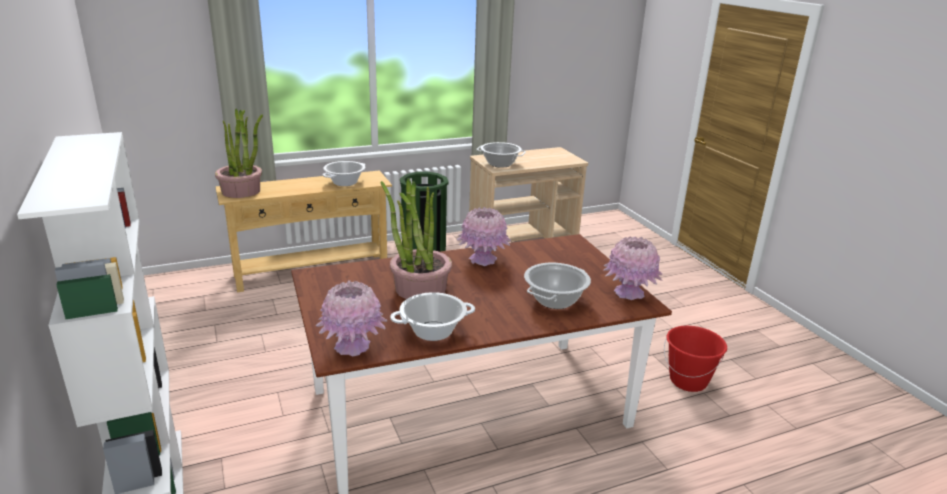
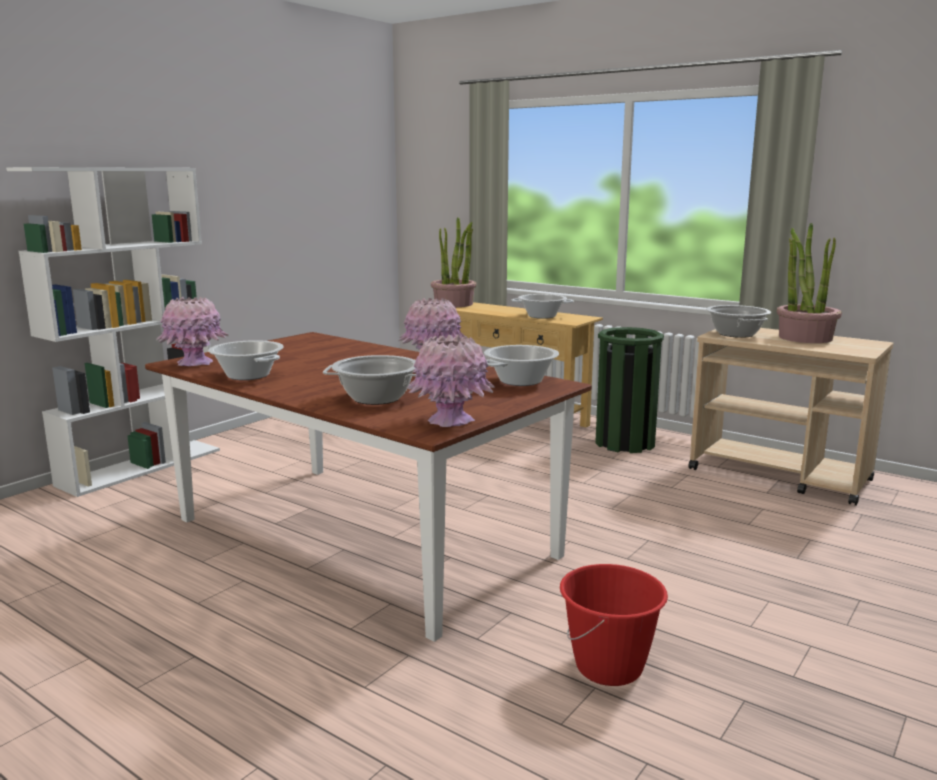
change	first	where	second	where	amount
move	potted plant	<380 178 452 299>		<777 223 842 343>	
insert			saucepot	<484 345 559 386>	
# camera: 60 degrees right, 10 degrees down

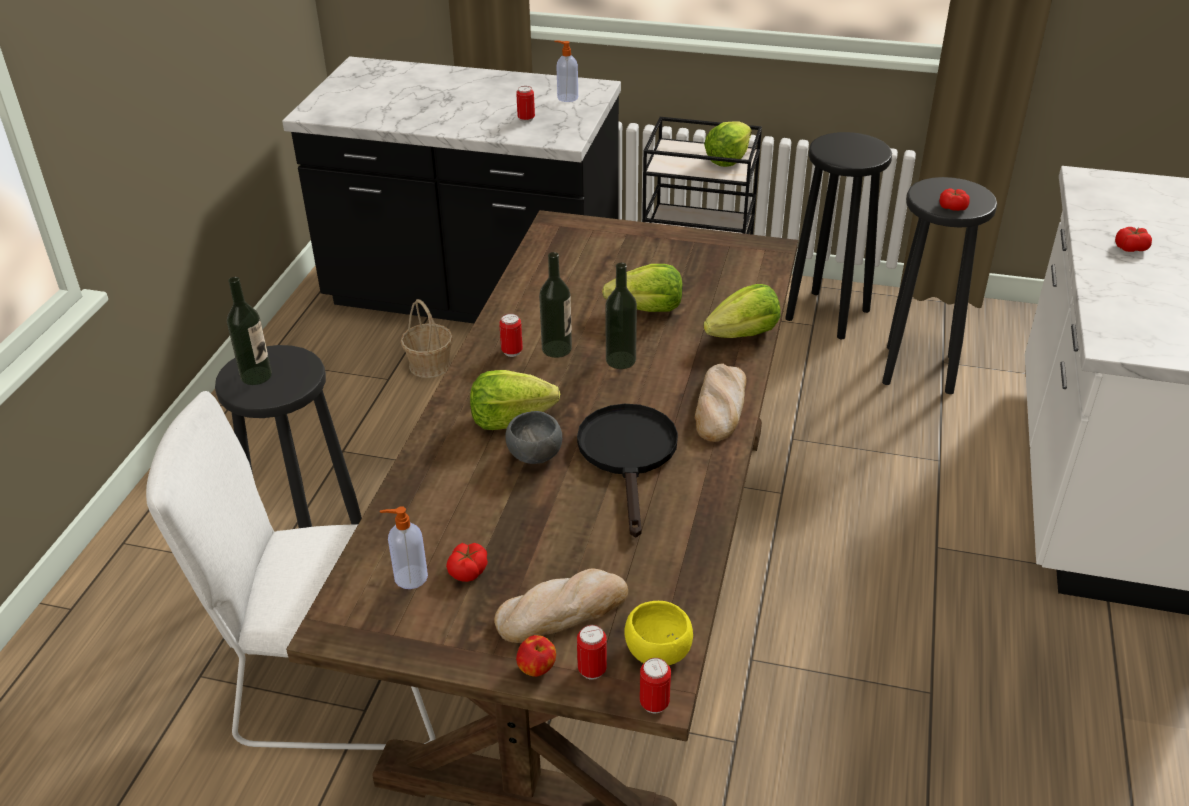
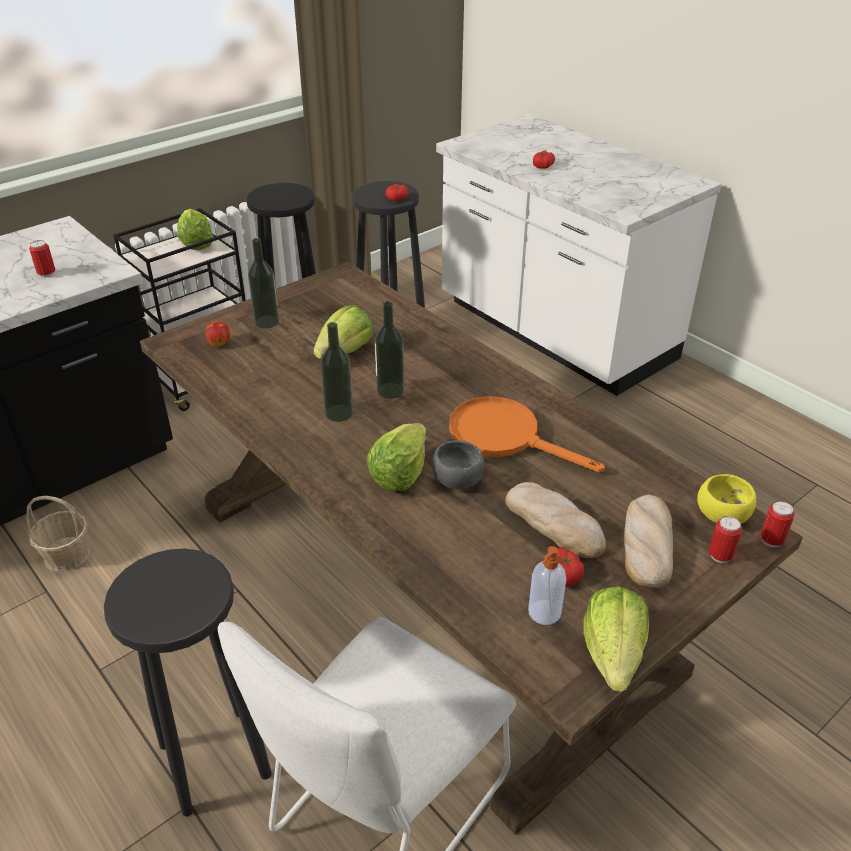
change	first	where	second	where	amount
delete	soap dispenser	<554 41 578 102>			
move	drink bottle	<227 277 272 385>		<248 238 279 328>	
move	lettuce head	<704 284 781 338>		<583 586 649 692>	
delete	can	<500 313 523 357>			
move	bread	<695 363 746 442>		<505 482 606 558>	
recolor	blackish skillet	<577 404 678 537>	orange skillet	<449 396 605 472>	
move	apple fruit	<516 635 556 677>		<205 322 230 347>	
# camera: 55 degrees left, 0 degrees up

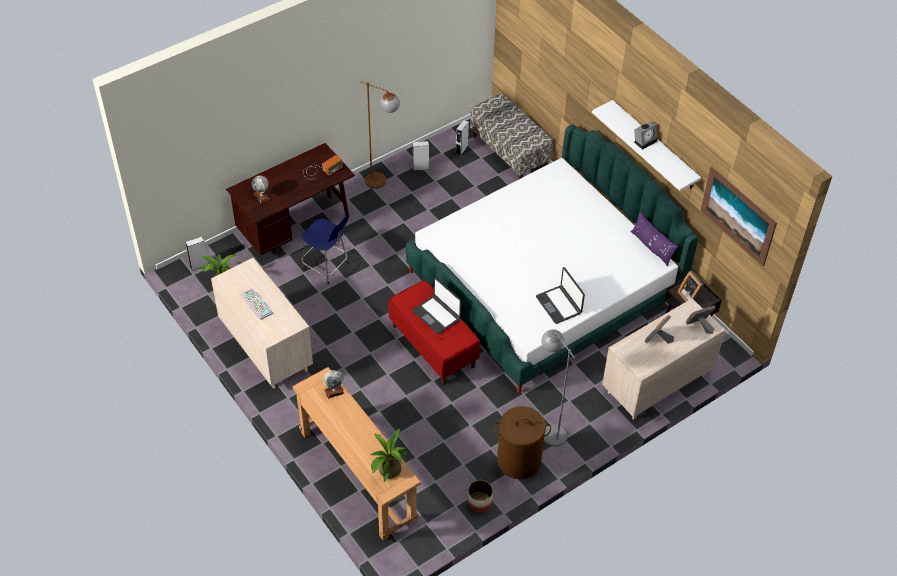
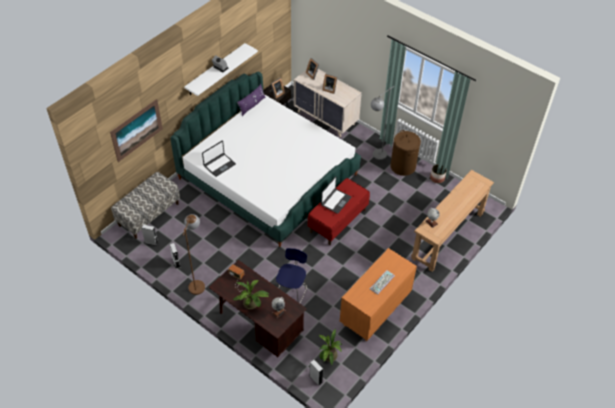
change	first	where	second	where	amount
move	wall picture	<701 167 777 266>		<110 99 163 162>	
recolor	beige chest of drawers	<211 258 313 389>	orange chest of drawers	<340 248 417 341>	
move	notebook computer	<536 267 585 324>		<202 141 236 177>	
move	potted plant	<370 428 408 482>		<233 280 269 309>	
# camera: 105 degrees left, 0 degrees up

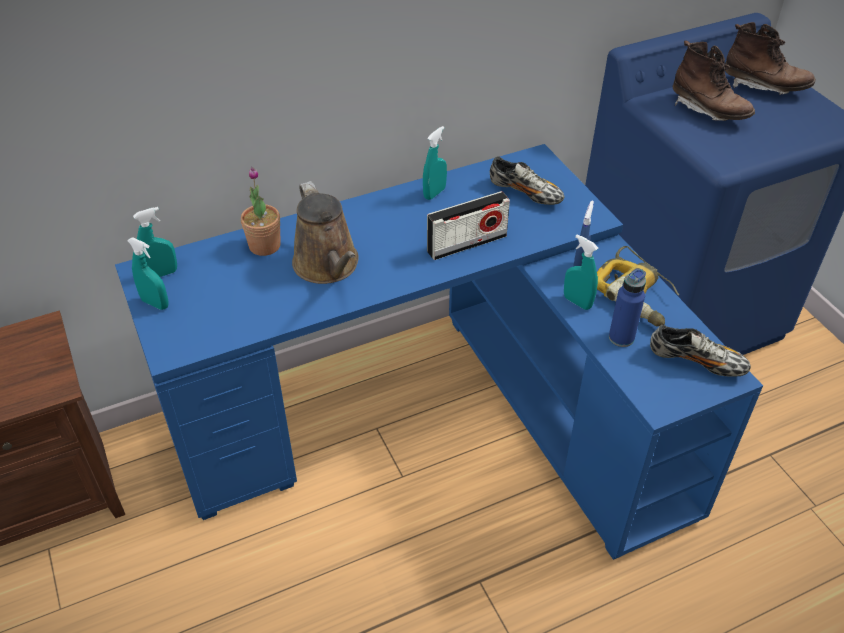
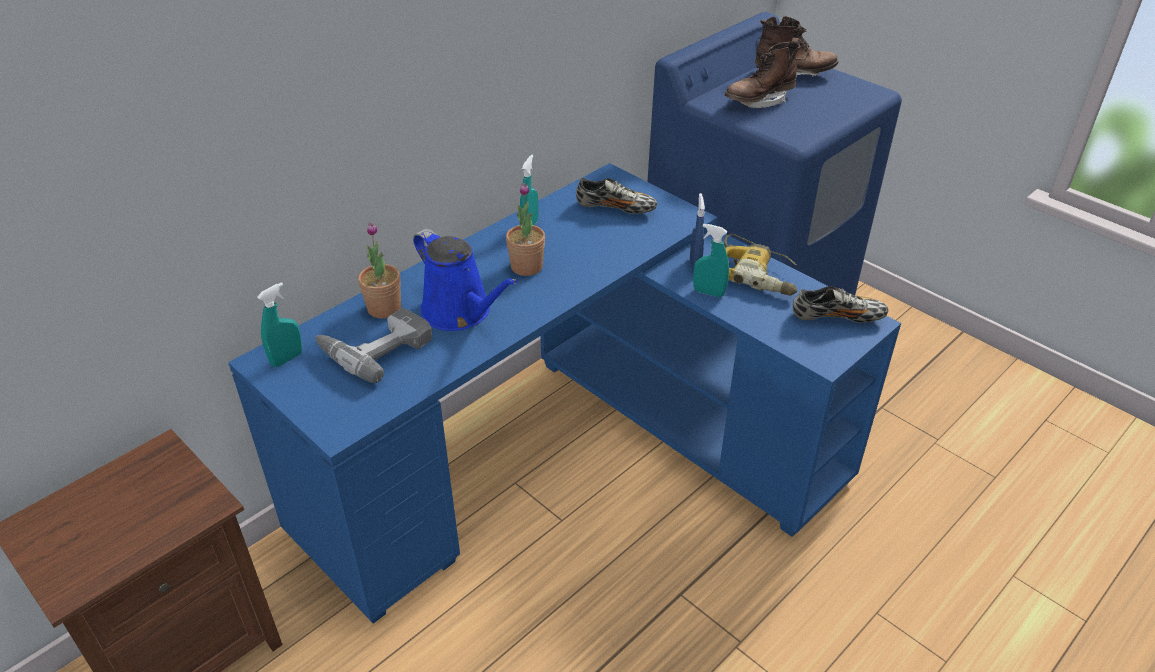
change	first	where	second	where	amount
rotate	brownish high-top boot	<673 40 755 121>		<725 38 800 108>	120 degrees clockwise
recolor	brownish sprinkling can	<292 181 359 284>	blue-coloured sprinkling can	<413 229 518 331>	
delete	radio	<427 191 510 260>			
delete	turquoise-coloured sprayer	<127 237 169 310>			
delete	blue-coloured drink bottle	<609 269 646 347>			
insert			potted plant	<506 183 545 276>	
insert			power drill	<315 308 432 383>	
# camera: 20 degrees left, 5 degrees down

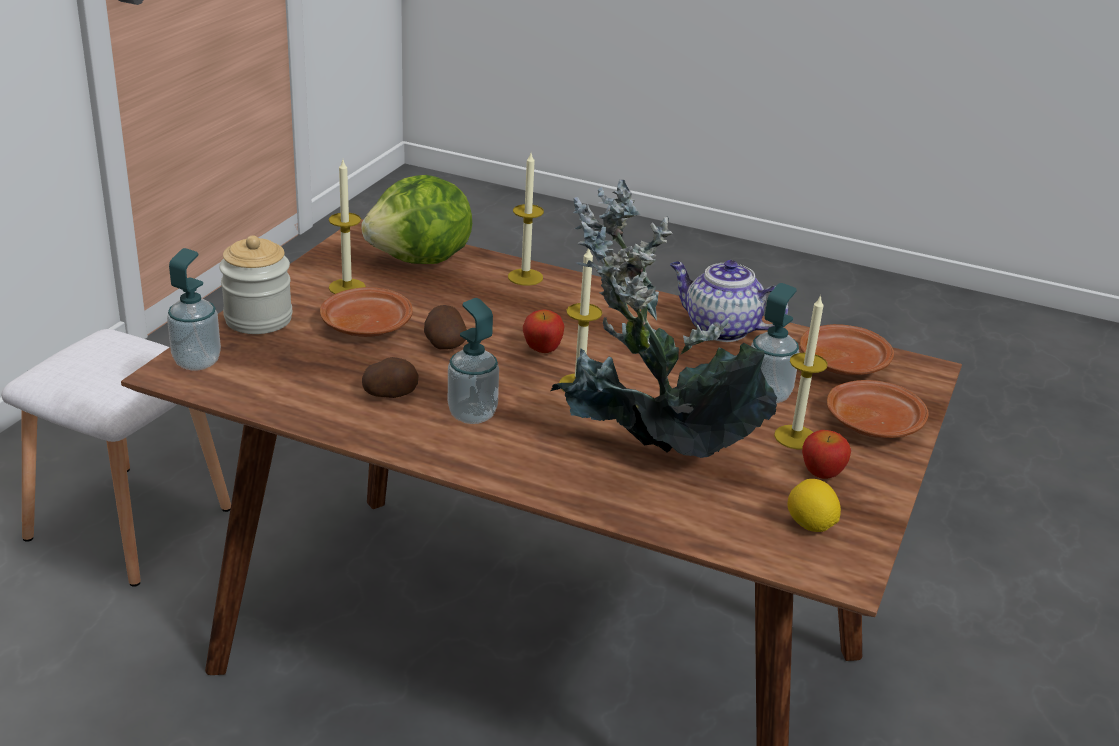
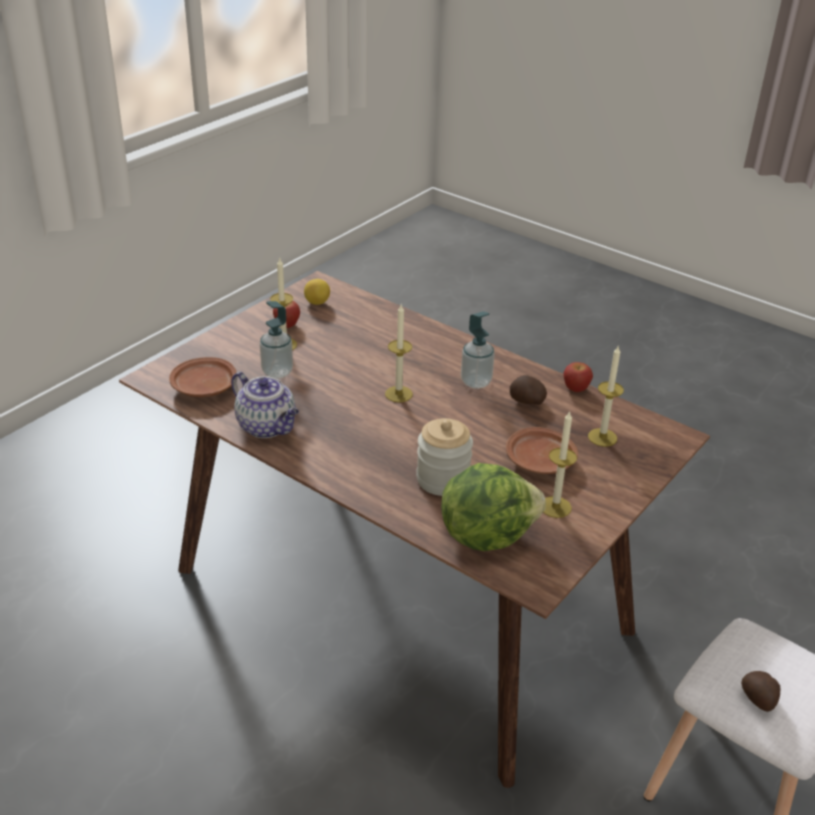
change	first	where	second	where	amount
move	wax candle	<508 153 544 286>		<588 346 624 447>	
delete	potted plant	<550 180 777 458>			
move	storage jar	<219 235 292 334>		<416 418 473 496>	
delete	soap dispenser	<167 248 221 370>			
move	potato	<424 305 467 350>		<741 671 780 712>	
move	apple fruit	<523 309 564 353>		<563 362 593 392>	
delete	brownish flat dish	<827 380 929 438>			
# camera: 165 degrees left, 5 degrees up

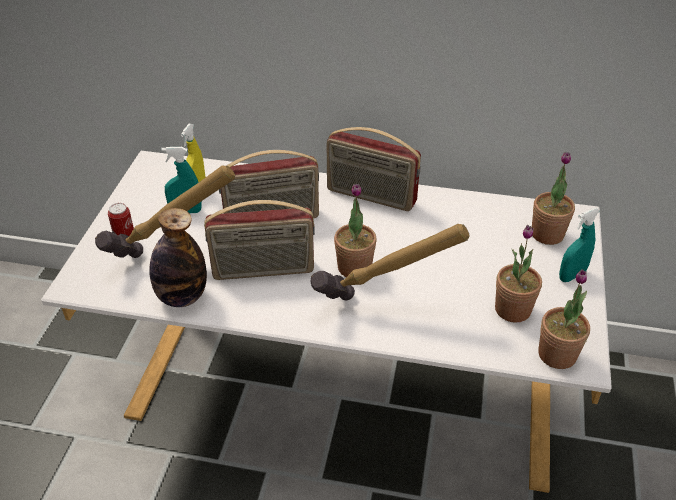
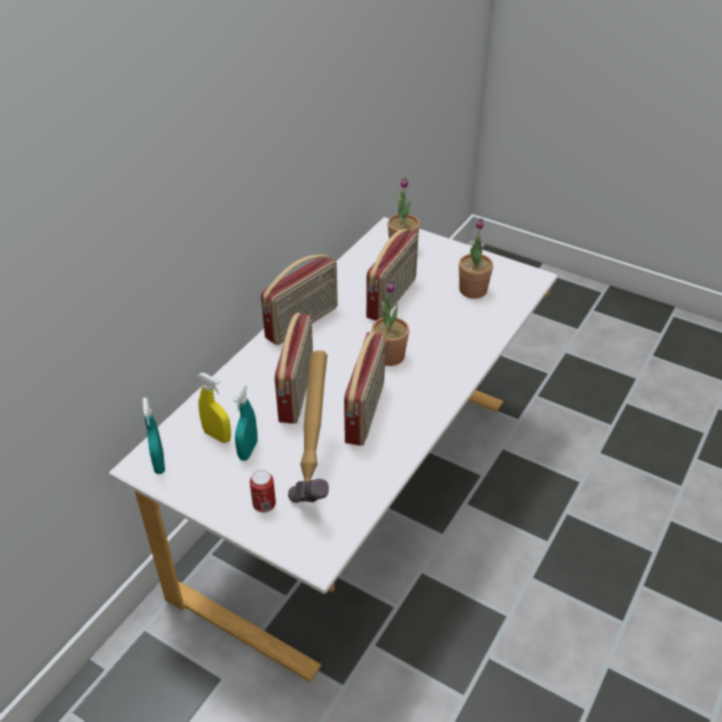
change	first	where	second	where	amount
move	turquoise-coloured sprayer	<559 207 600 282>		<142 397 165 474>	
delete	drink bottle	<149 208 207 307>			
delete	hammer	<311 224 470 301>			
delete	potted plant	<538 269 590 369>			
insert			radio	<366 229 418 321>	
# camera: 70 degrees left, 0 degrees up

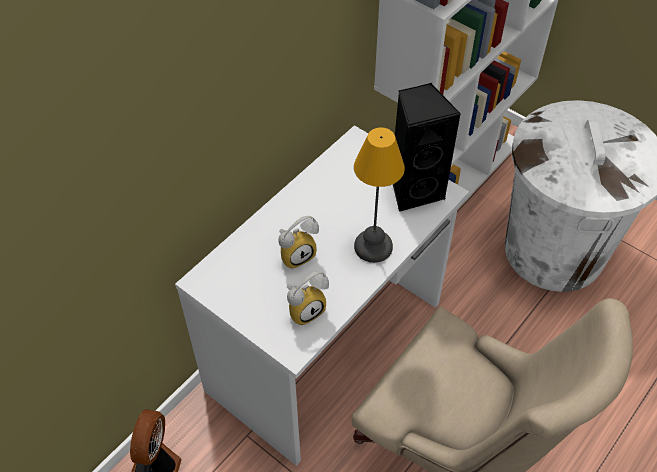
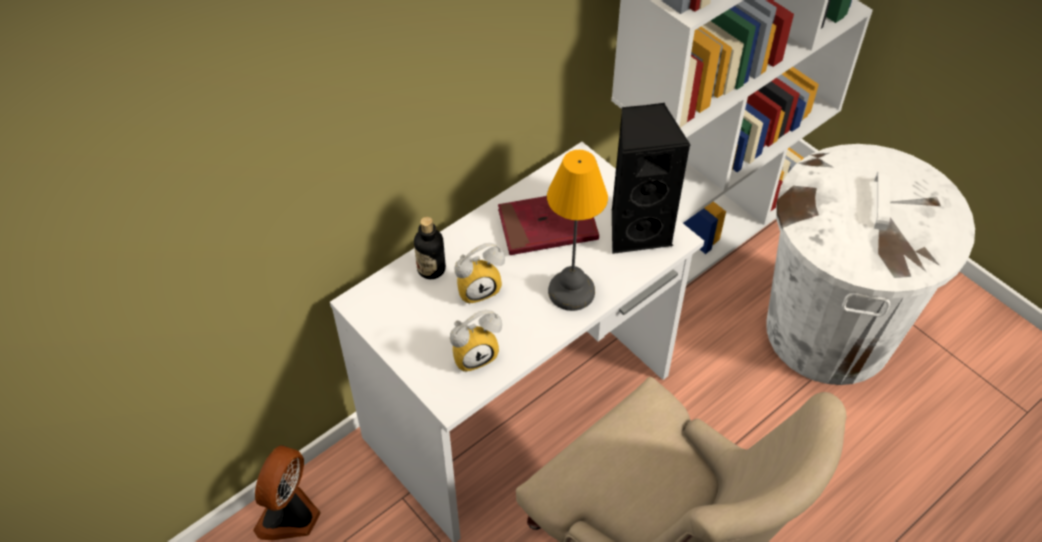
change	first	where	second	where	amount
insert			reddish volume	<498 196 599 255>	
insert			drink bottle	<414 217 446 279>	
# camera: 10 degrees right, 0 degrees up

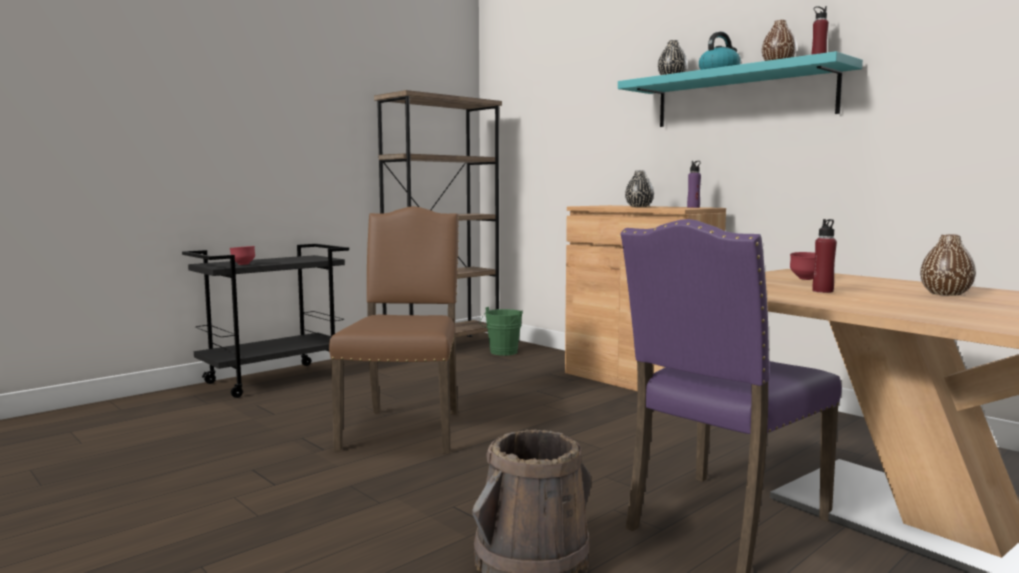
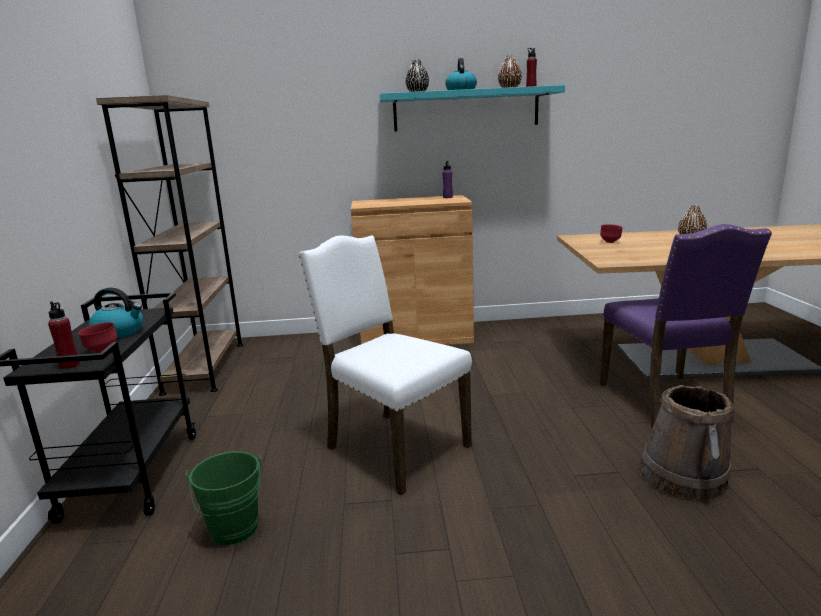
change	first	where	second	where	amount
delete	blackish vase	<625 171 654 207>			
recolor	brownish chair	<329 206 459 454>	white-coloured chair	<299 235 472 495>	
move	reddish drink bottle	<812 219 837 293>		<48 301 80 369>	
move	green water bucket	<480 307 523 356>		<185 451 262 546>	
insert			kettle	<89 288 143 338>	
# camera: 50 degrees left, 10 degrees up

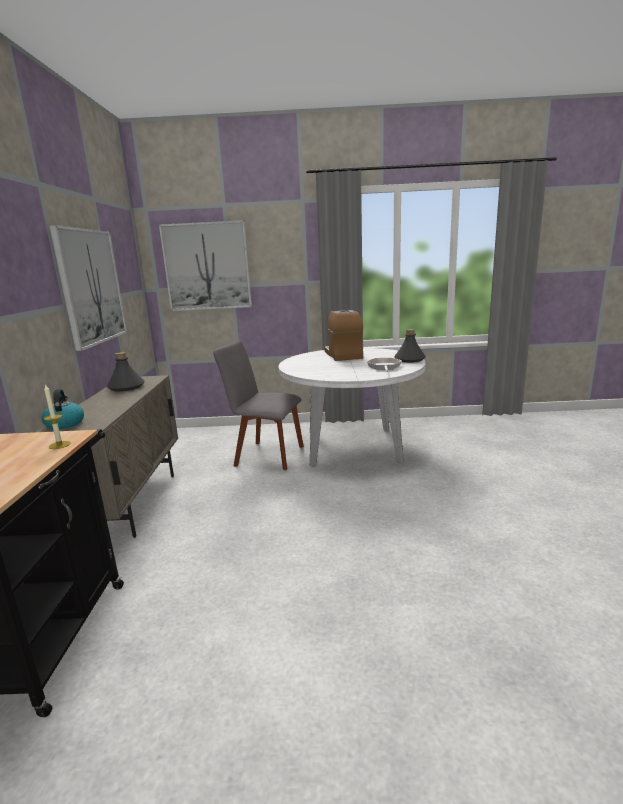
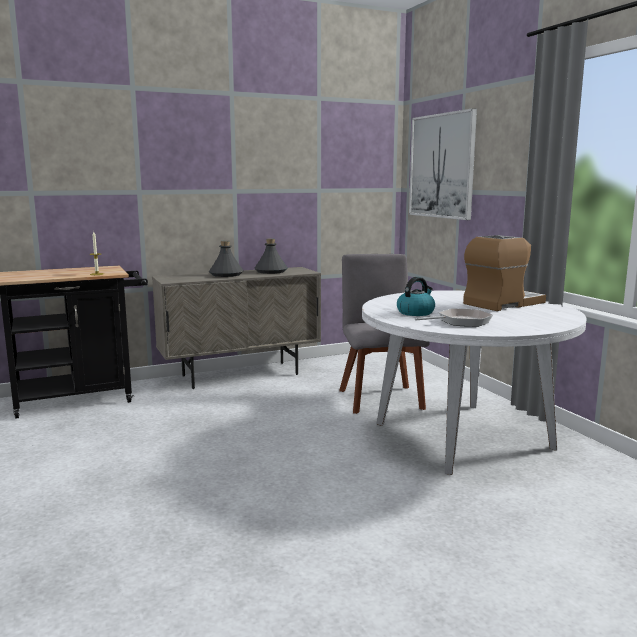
change	first	where	second	where	amount
delete	wall picture	<49 225 127 351>			
move	gray drink bottle	<394 329 426 363>		<209 241 244 277>	
move	kettle	<42 389 84 429>		<397 277 435 316>	
# camera: 65 degrees right, 5 degrees down

